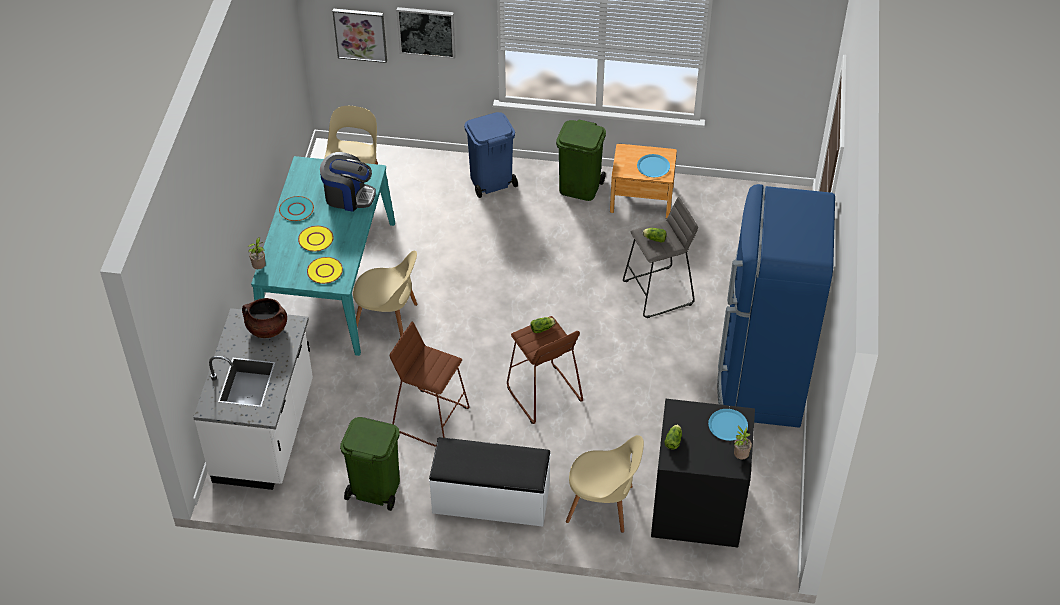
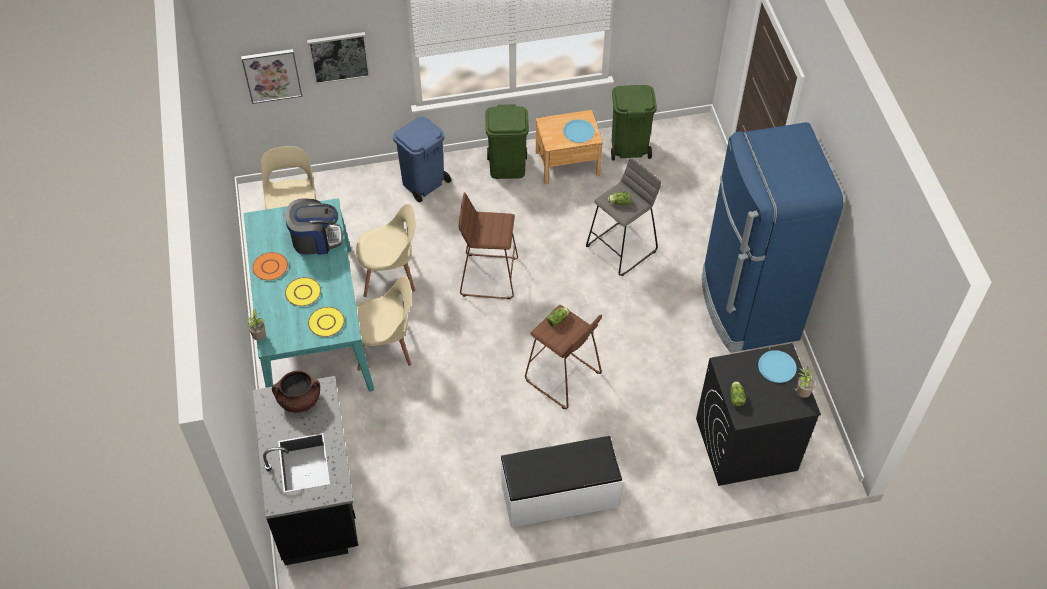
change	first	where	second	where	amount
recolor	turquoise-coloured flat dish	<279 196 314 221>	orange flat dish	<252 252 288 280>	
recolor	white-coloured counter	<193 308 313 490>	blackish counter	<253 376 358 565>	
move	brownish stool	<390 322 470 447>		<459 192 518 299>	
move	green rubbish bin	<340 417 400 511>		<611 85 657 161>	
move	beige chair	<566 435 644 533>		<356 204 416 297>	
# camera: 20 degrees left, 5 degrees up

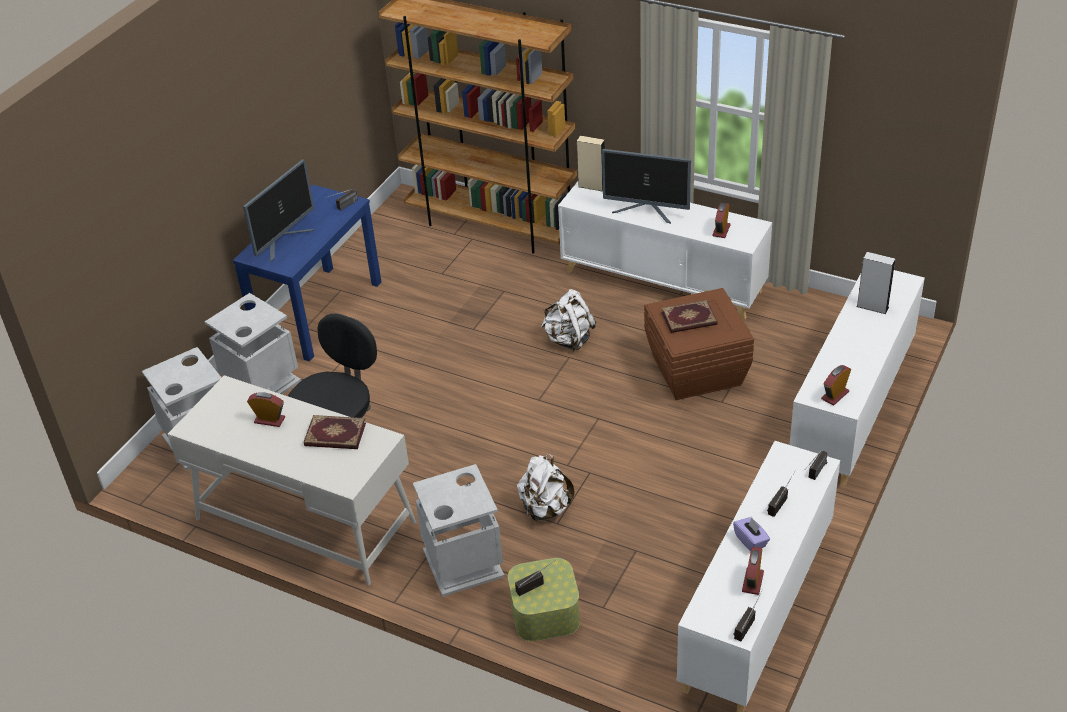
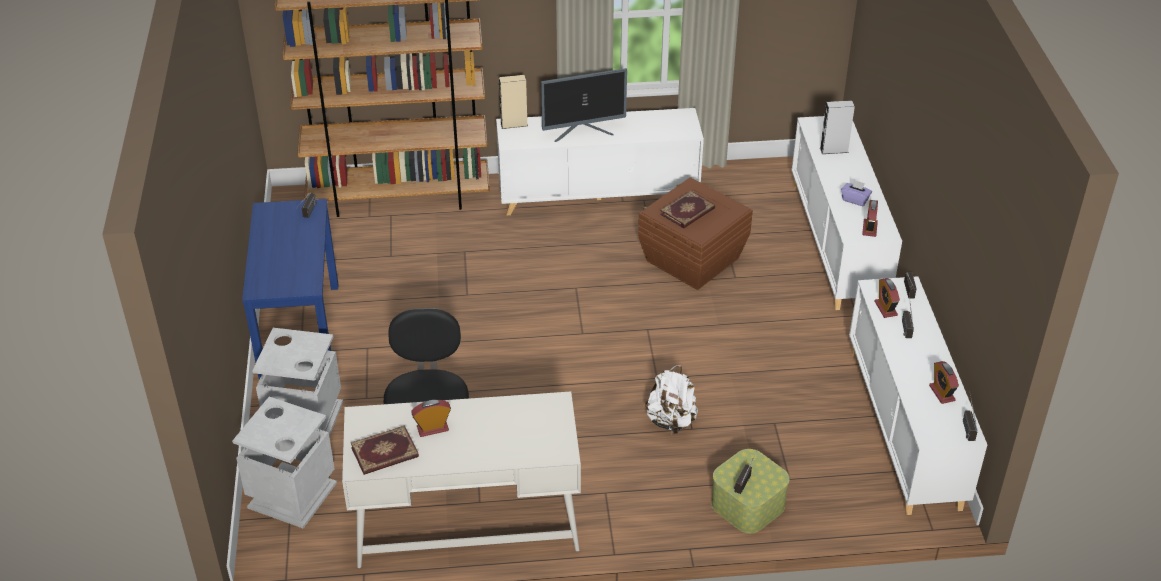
change	first	where	second	where	amount
delete	computer screen	<243 159 314 262>			
move	bedside clock	<712 203 731 238>		<874 278 900 318>	
delete	white-coloured knapsack	<541 289 596 352>			
move	volume	<304 415 366 449>		<351 425 419 475>	
delete	gray rubbish bin	<413 464 504 597>			
move	purple tissue holder	<733 517 770 552>		<841 180 872 206>	
# camera: 35 degrees left, 0 degrees up

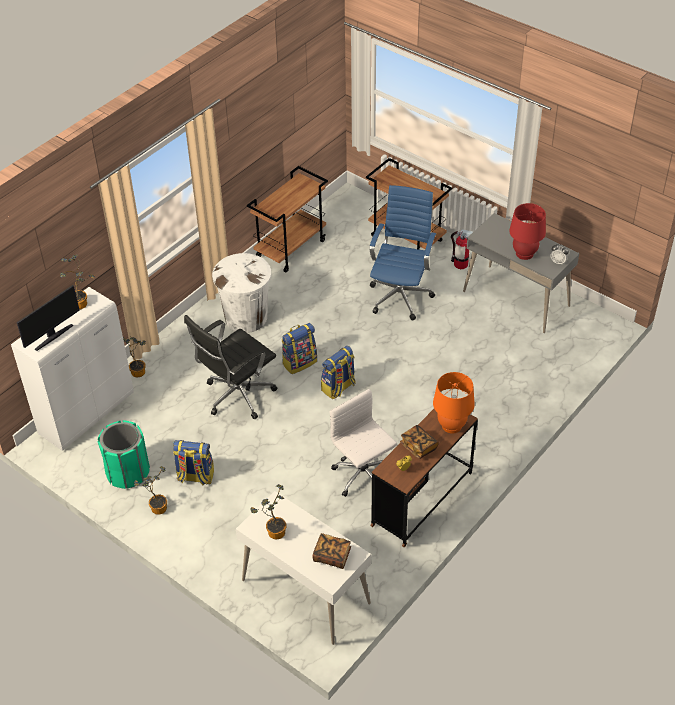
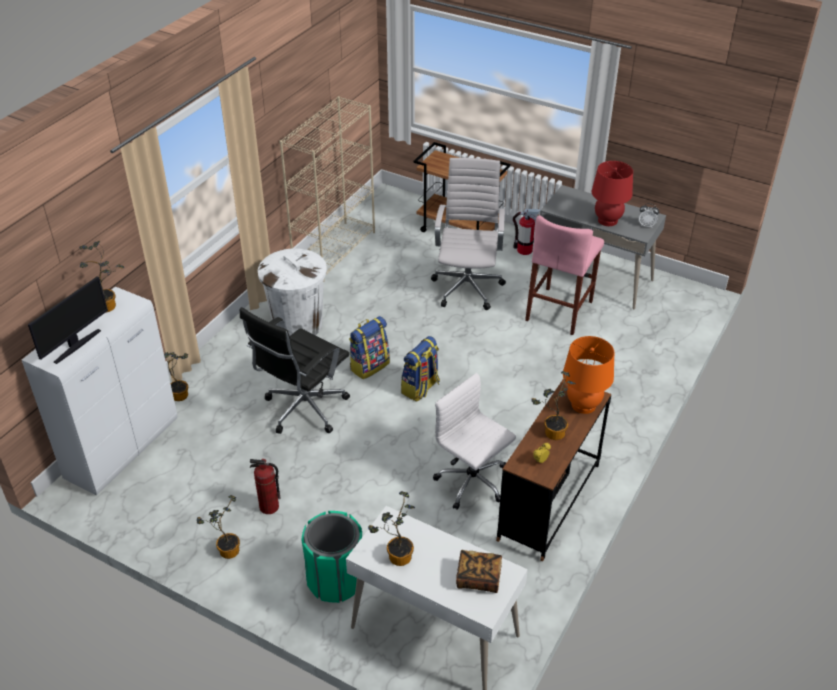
change	first	where	second	where	amount
replace	brownish cart	<247 166 328 272>	beige shelving unit	<279 96 375 282>	
recolor	blue-coloured desk chair	<370 185 436 320>	white-coloured desk chair	<431 158 506 310>	
move	green rubbish bin	<97 420 150 489>		<301 511 362 603>	
replace	volume	<400 425 439 459>	potted plant	<531 371 576 440>	
replace	knapsack	<173 440 214 485>	fire extinguisher	<250 459 280 514>	
insert			pink-coloured stool	<525 216 604 335>	
# camera: 10 degrees left, 5 degrees down

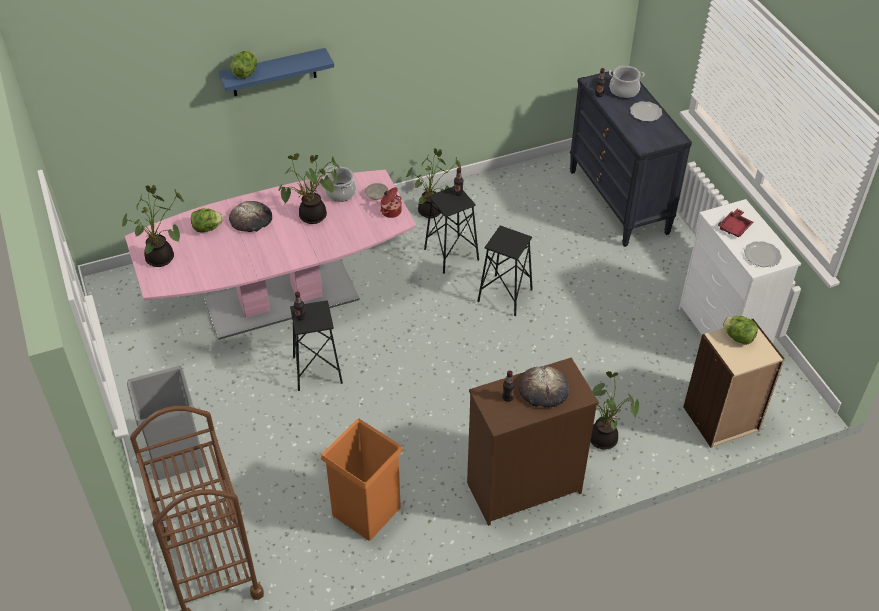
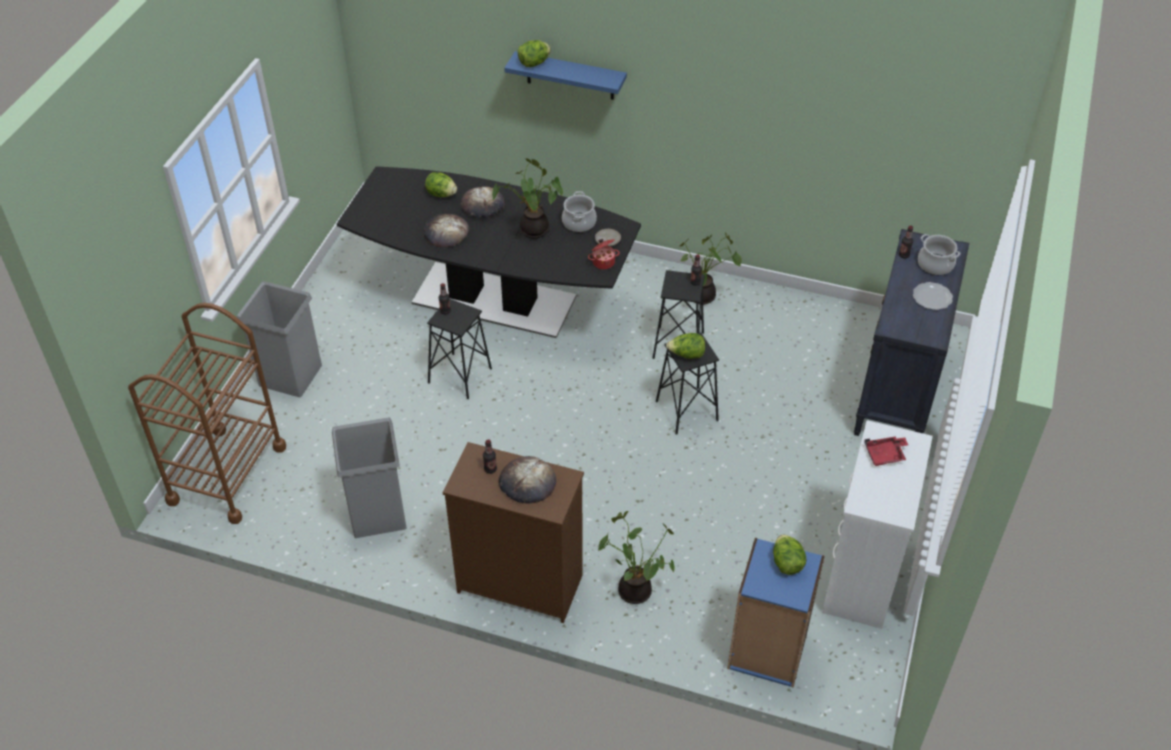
change	first	where	second	where	amount
recolor	pink-coloured dining table	<125 170 416 340>	blackish dining table	<337 166 641 338>	
delete	potted plant	<122 185 184 267>			
delete	flat dish	<744 241 782 267>			
recolor	beige shelving unit	<683 319 785 448>	blue-coloured shelving unit	<727 538 824 687>	
recolor	orange rubbish bin	<321 418 403 541>	gray rubbish bin	<332 417 406 538>	
insert			bread	<423 214 469 247>	
insert			lettuce head	<666 333 706 359>	
# camera: 40 degrees right, 0 degrees up

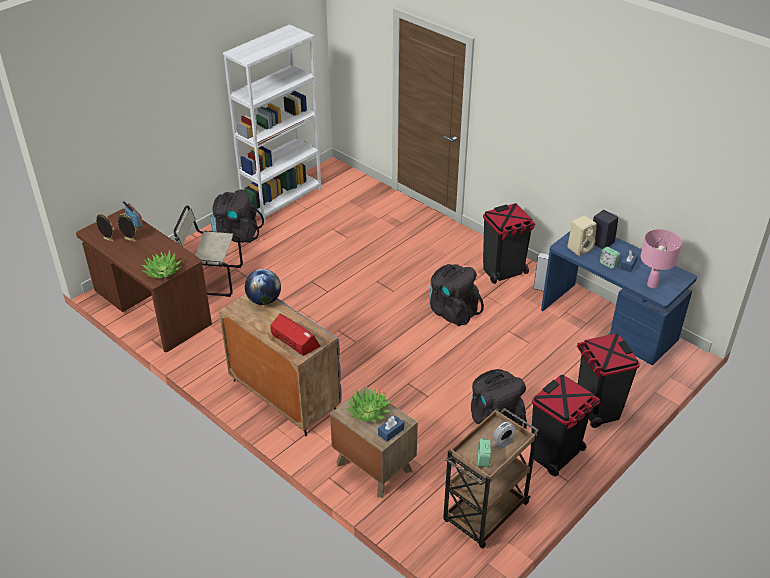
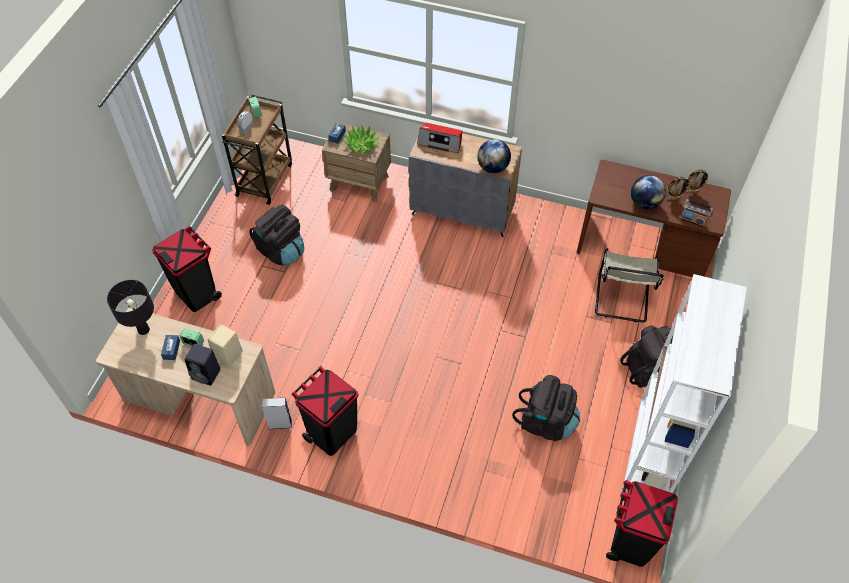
change	first	where	second	where	amount
rotate	beige chair	<174 205 243 297>		<595 248 664 323>	120 degrees clockwise
recolor	pink-coloured lamp for a table	<641 229 682 288>	blackish lamp for a table	<107 280 154 335>	
recolor	blue-coloured desk unit	<541 231 697 365>	beige desk unit	<96 308 275 446>	
delete	potted plant	<142 250 181 278>			
move	blackish knapsack	<429 264 484 326>		<512 375 580 441>	
move	blackish rubbish bin	<531 375 600 476>		<606 480 678 567>	
insert			desk globe	<631 175 666 209>	
# camera: 155 degrees right, 15 degrees up

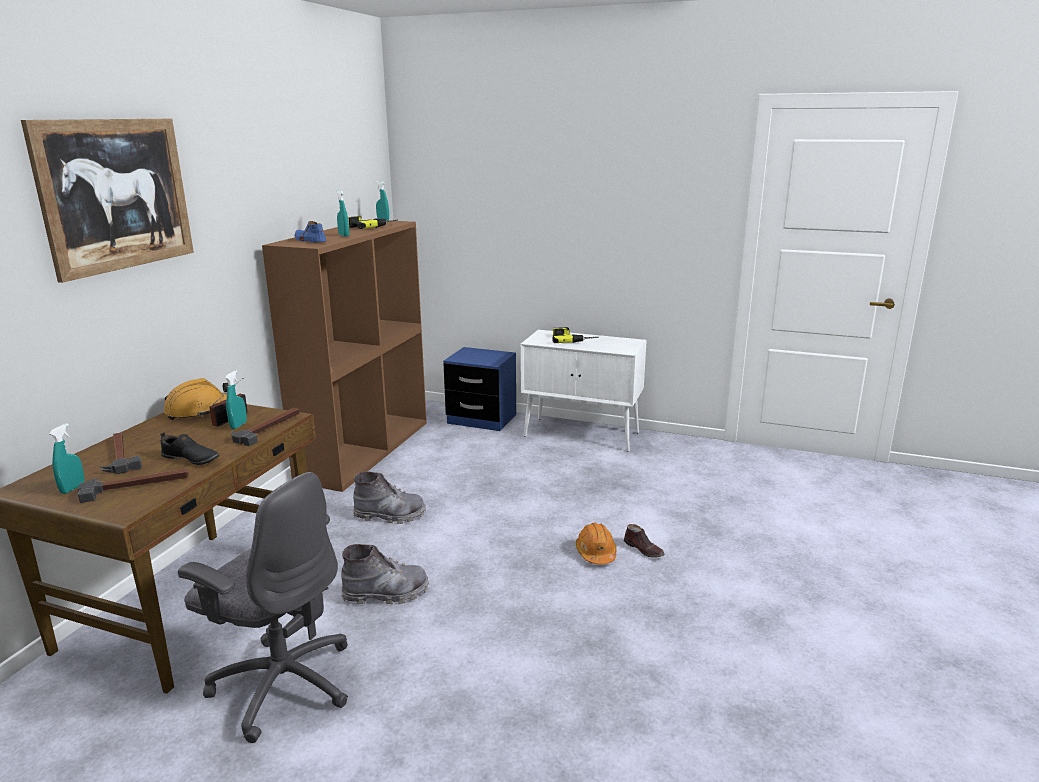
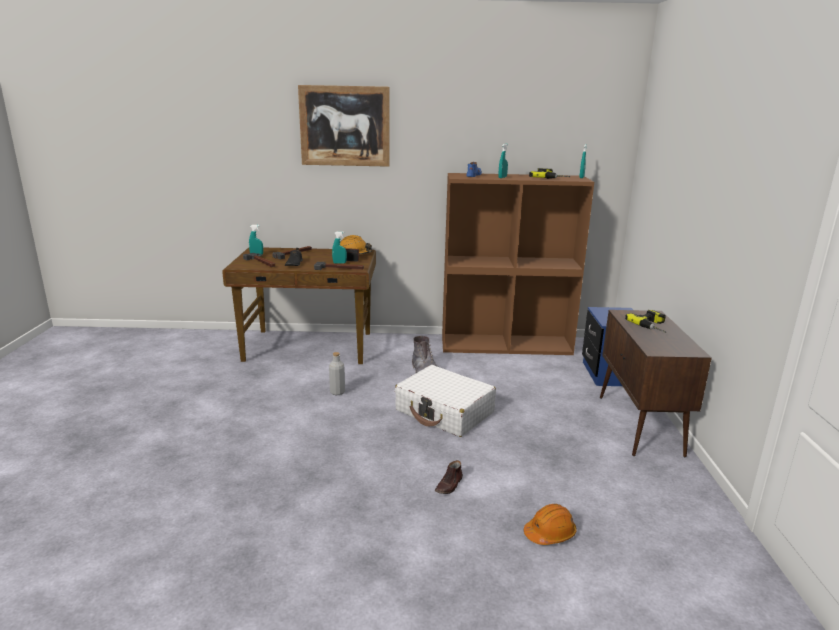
change	first	where	second	where	amount
recolor	white-coloured storage cabinet	<520 330 647 451>	brownish storage cabinet	<600 310 712 457>	
delete	gray desk chair	<178 472 348 743>			
move	orange work helmet	<576 523 617 565>		<524 504 577 545>	
replace	gray high-top boot	<341 544 429 604>	gray drink bottle	<329 352 345 395>	
insert			white-coloured travel case	<395 365 496 437>	
# camera: 70 degrees right, 0 degrees up

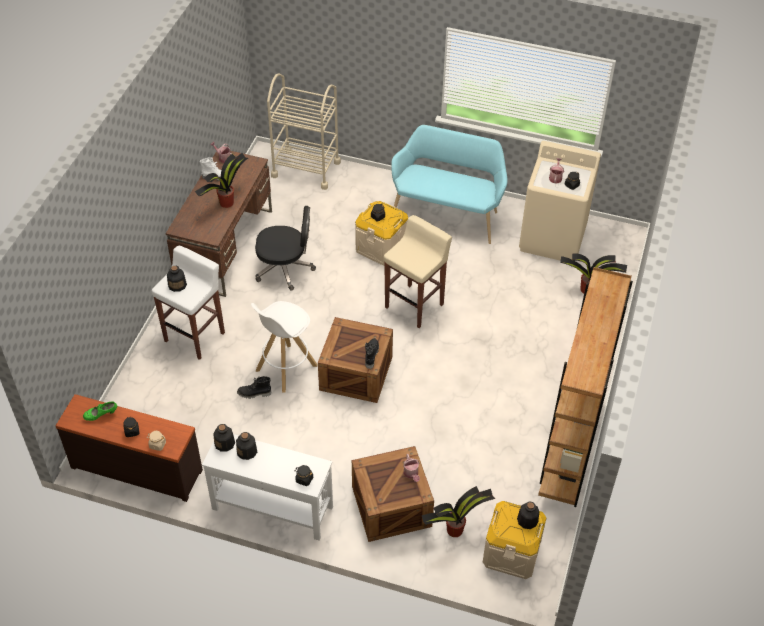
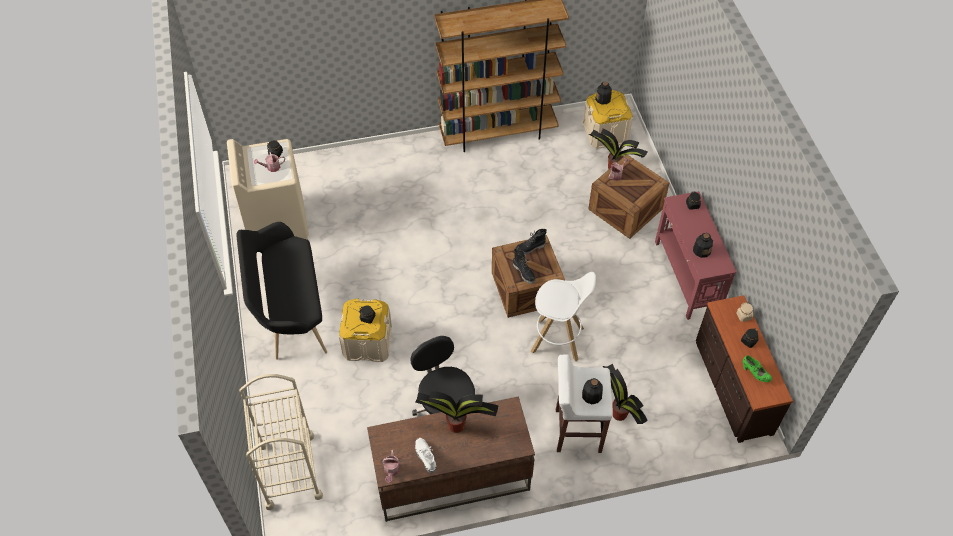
change	first	where	second	where	amount
recolor	turquoise-coloured bench	<391 125 508 244>	blackish bench	<237 222 327 360>	
delete	beige stool	<384 215 452 328>			
move	potted plant	<560 253 627 294>		<603 364 648 424>	
move	blackish high-top boot	<237 376 271 399>		<513 248 535 284>	
delete	drink bottle	<213 424 235 452>			
recolor	white-coloured console table	<202 434 333 541>	reddish console table	<655 191 737 320>	
# camera: 120 degrees left, 5 degrees up

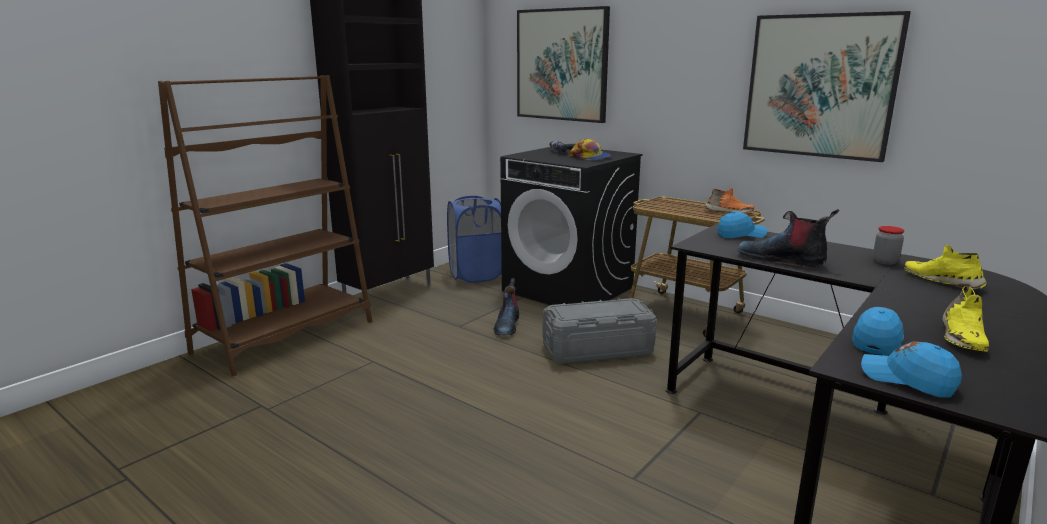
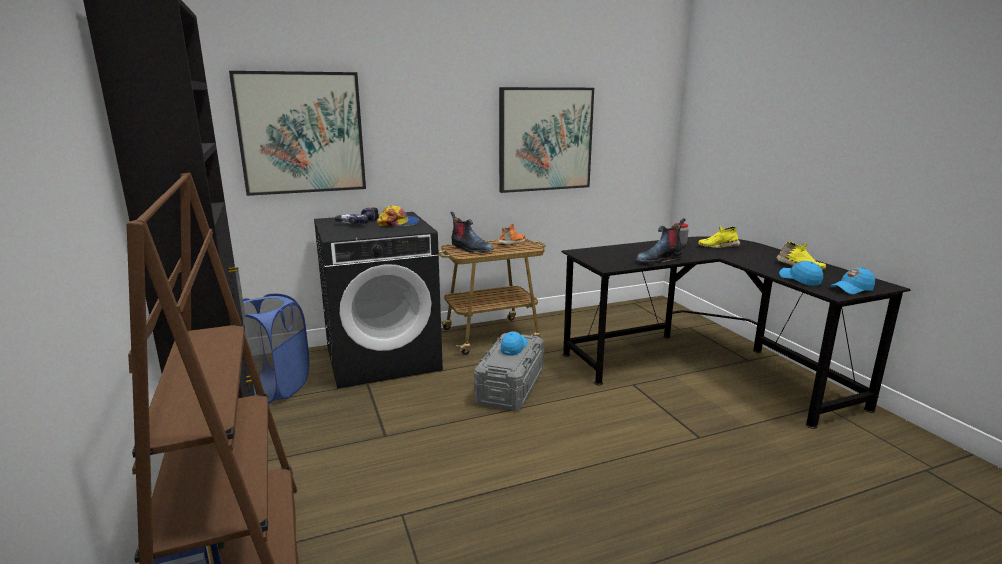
change	first	where	second	where	amount
move	blue-coloured peaked cap	<718 212 767 238>		<501 331 528 356>	
move	high-top boot	<493 278 519 336>		<450 212 494 253>	
# camera: 60 degrees left, 0 degrees up

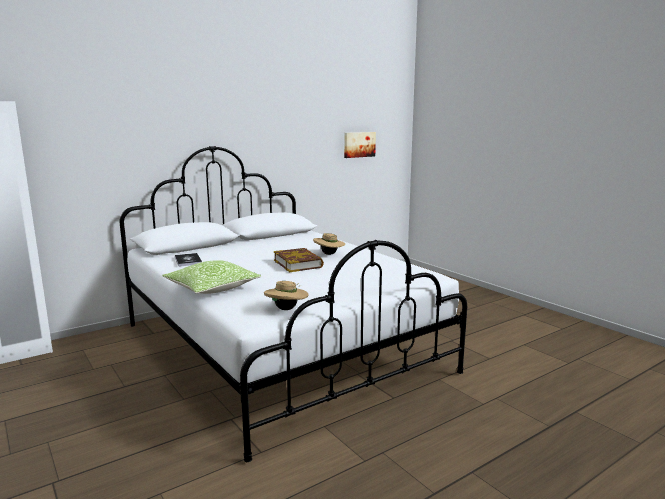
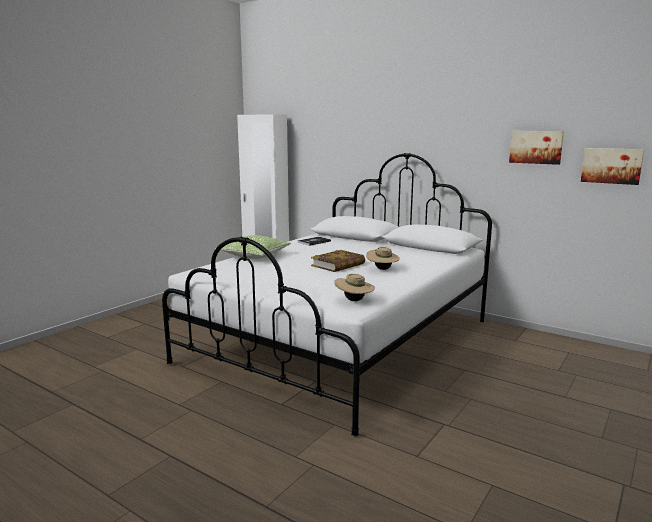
change	first	where	second	where	amount
move	beige hat	<264 281 309 310>		<334 274 375 301>	
insert			wall picture	<509 131 564 165>	
# camera: 70 degrees right, 0 degrees up

